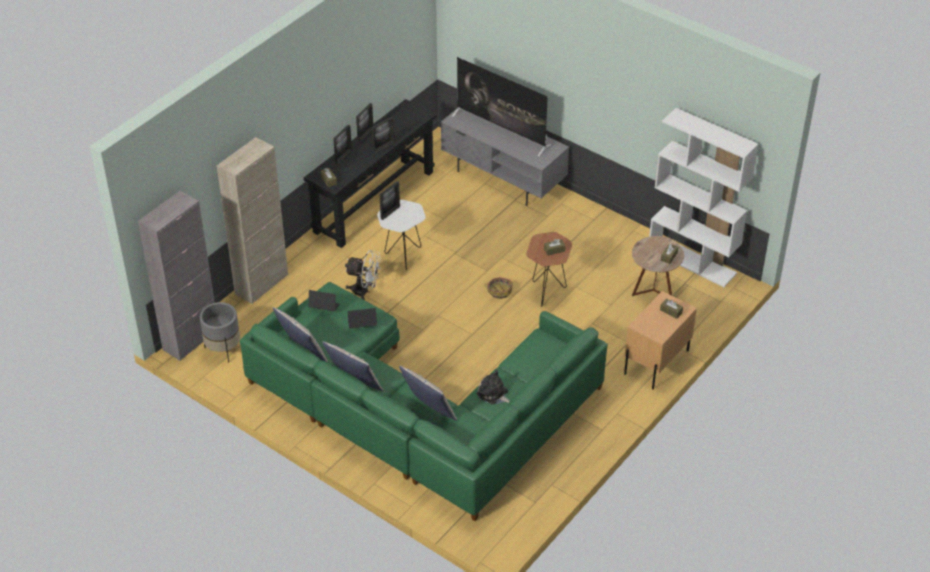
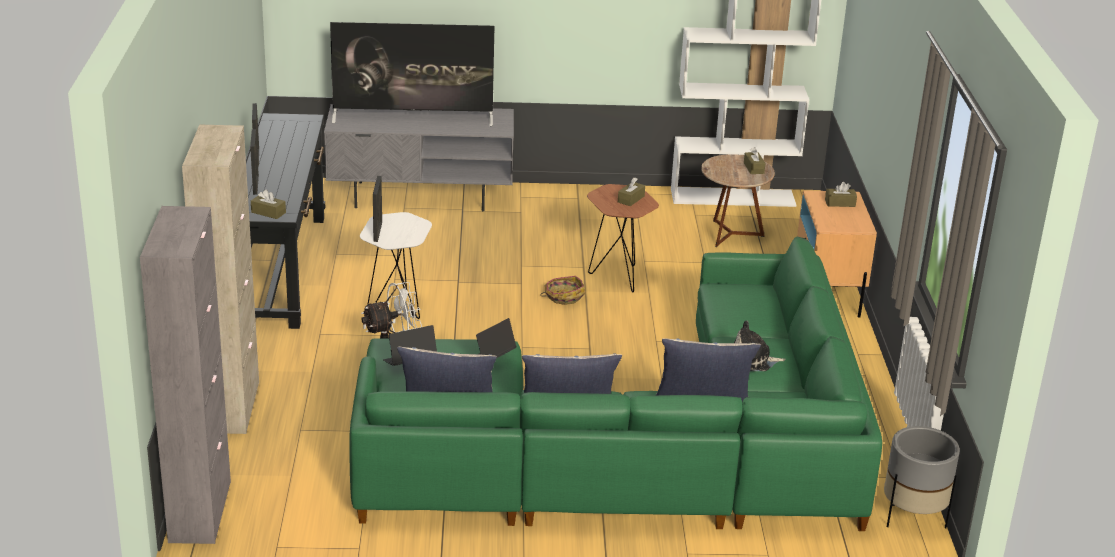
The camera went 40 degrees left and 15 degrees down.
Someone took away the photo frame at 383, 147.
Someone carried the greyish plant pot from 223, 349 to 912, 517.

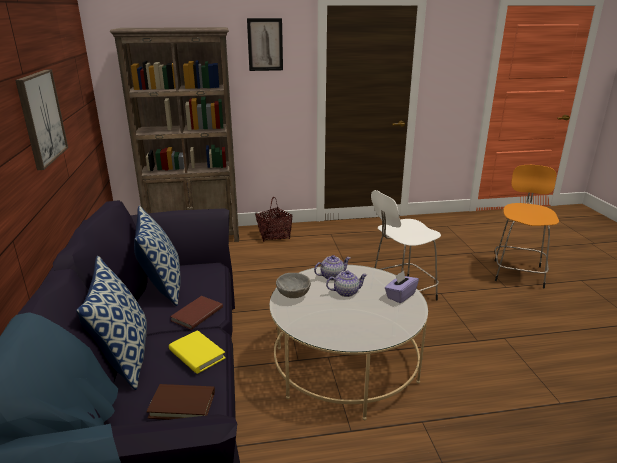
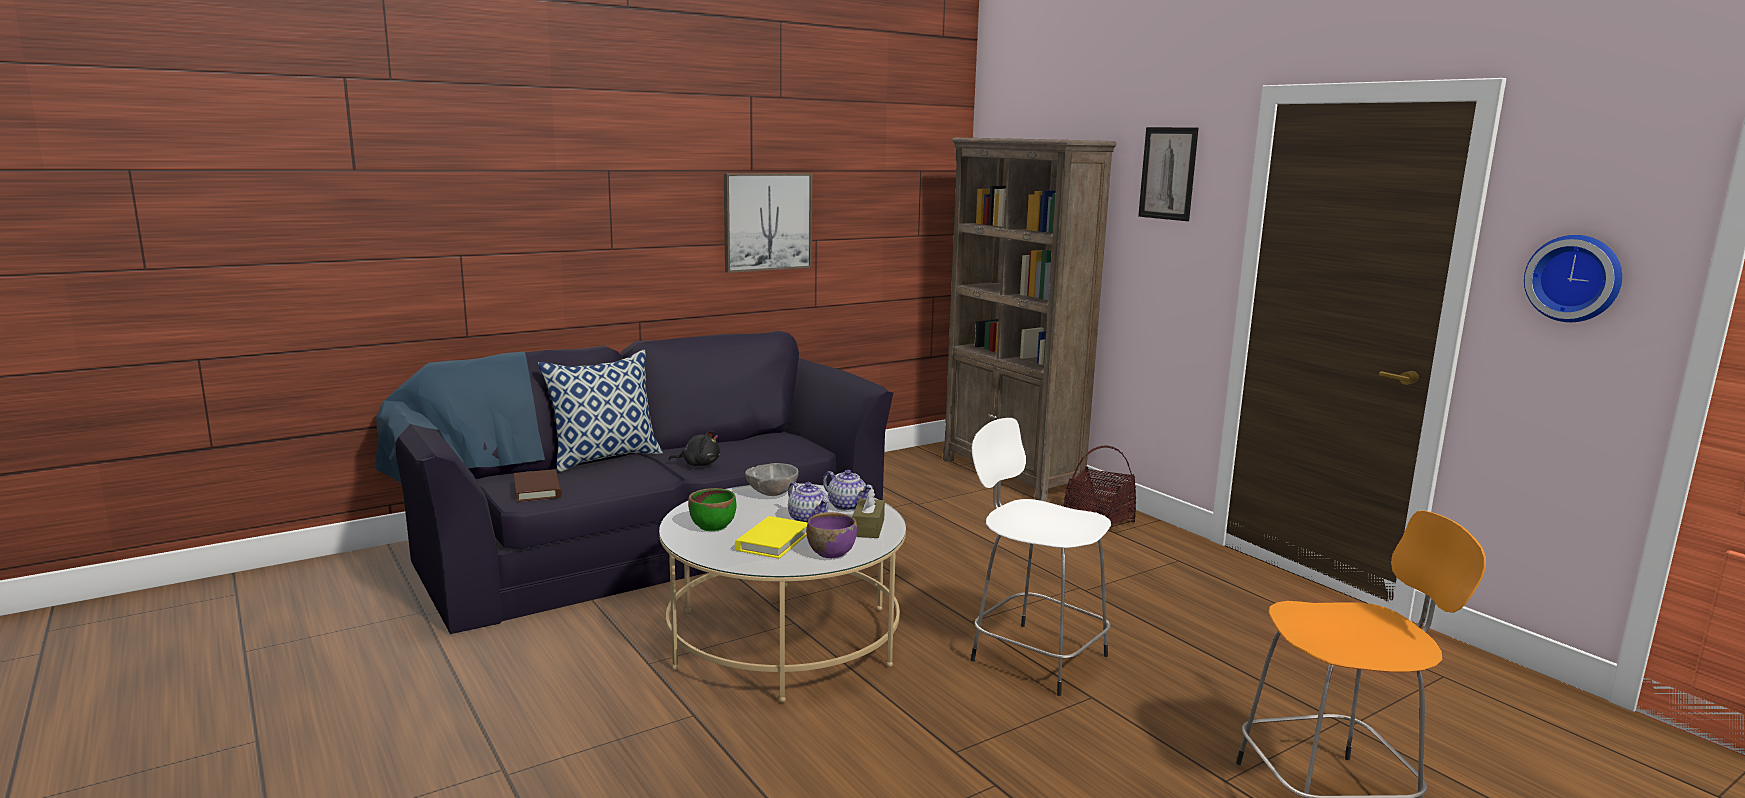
The camera went 65 degrees right and 10 degrees down.
Someone took away the pillow at 162, 286.
Someone swapped the purple-coloured box of tissues at 400, 295 for the purple-coloured serving bowl at 830, 552.
Someone swapped the brownish volume at 196, 314 for the blackish cuddly toy at 699, 464.
Someone carried the yellow-coloured volume from 197, 354 to 772, 541.
Someone put up the wall clock at 1575, 278.
Someone put down the greenish serving bowl at 713, 526.
Someone put down the brownish box of tissues at 868, 528.

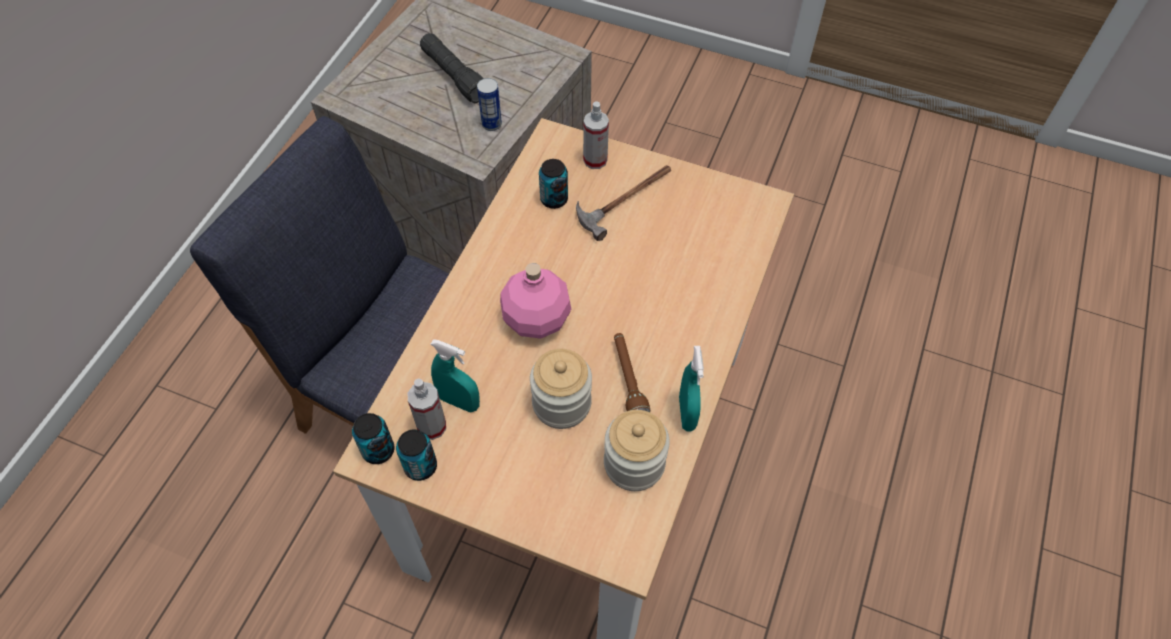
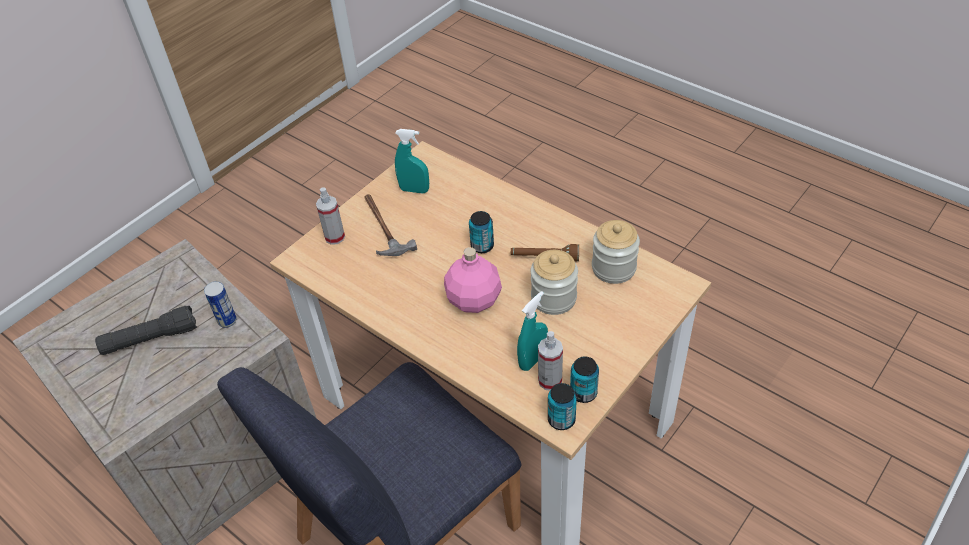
The camera went 70 degrees left and 10 degrees down.
Someone carried the can from 554, 199 to 482, 246.
Someone carried the blue-green sprayer from 687, 413 to 414, 190.

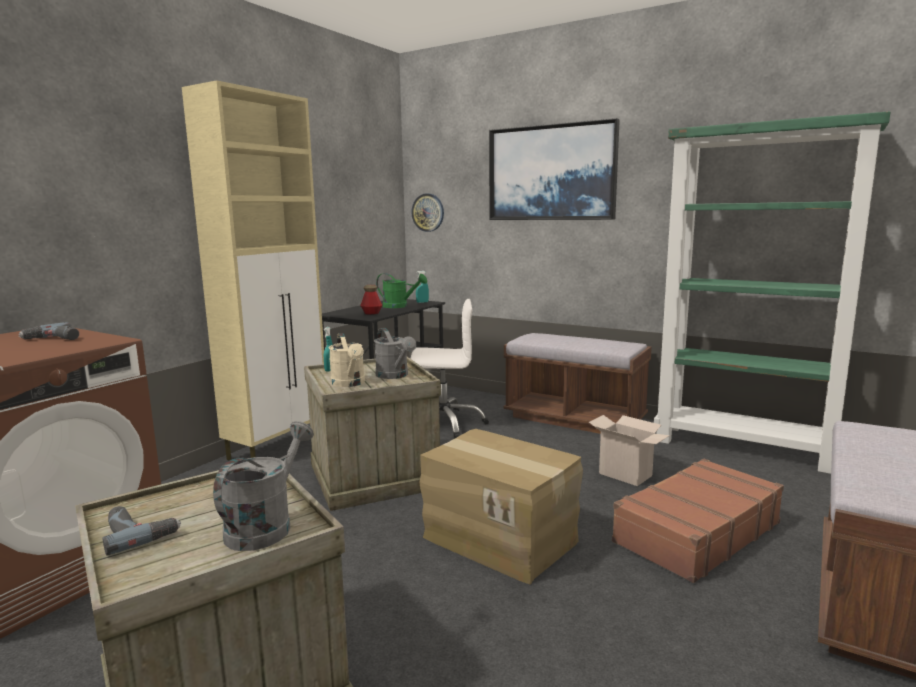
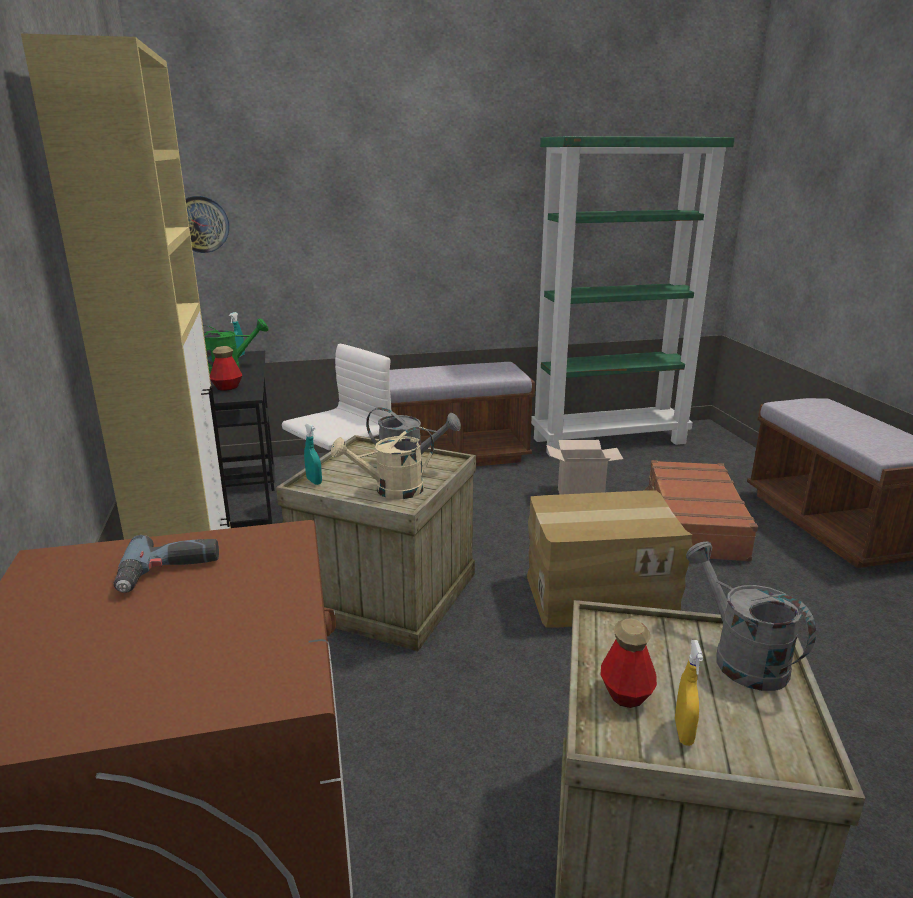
The camera went 45 degrees left and 10 degrees up.
Someone took away the wall picture at 551, 173.
Someone rotated the beige watering can at 349, 384 by 135 degrees clockwise.
Someone swapped the drill at 139, 532 for the yellow-coloured sprayer at 683, 732.
Someone put down the bottle at 626, 694.

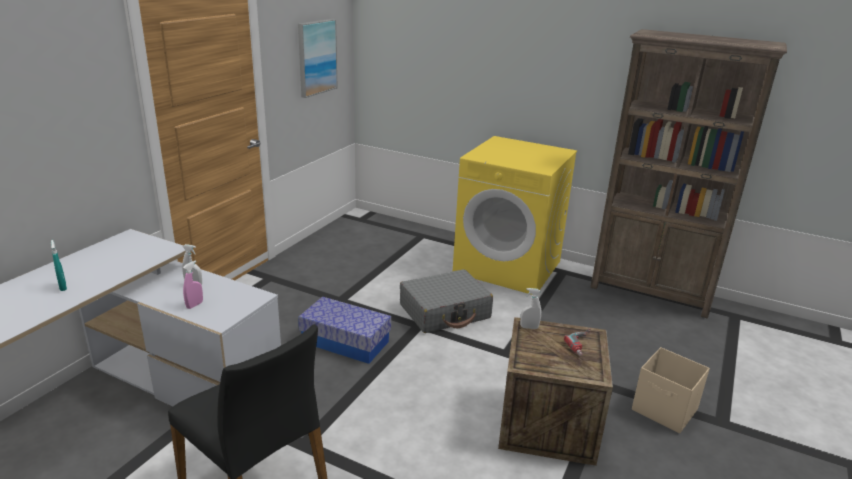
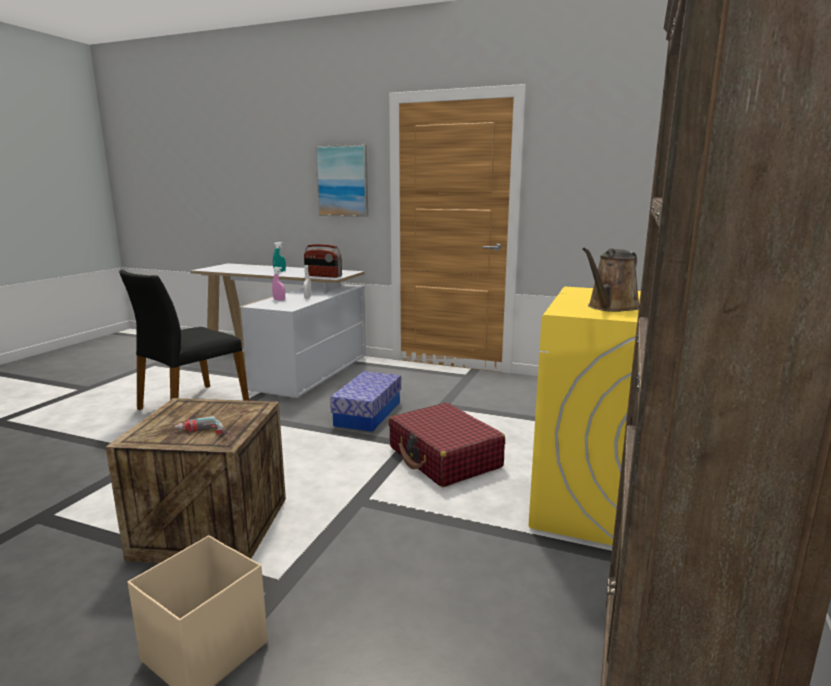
The camera went 85 degrees right and 10 degrees down.
Someone carried the wall picture from 316, 57 to 343, 181.
Someone repainted the greyish travel case at 445, 312, which became the red-coloured travel case at 444, 457.
Someone took away the whitish sprayer at 529, 327.
Someone put down the radio receiver at 323, 276.
Someone put down the brownish watering can at 611, 307.

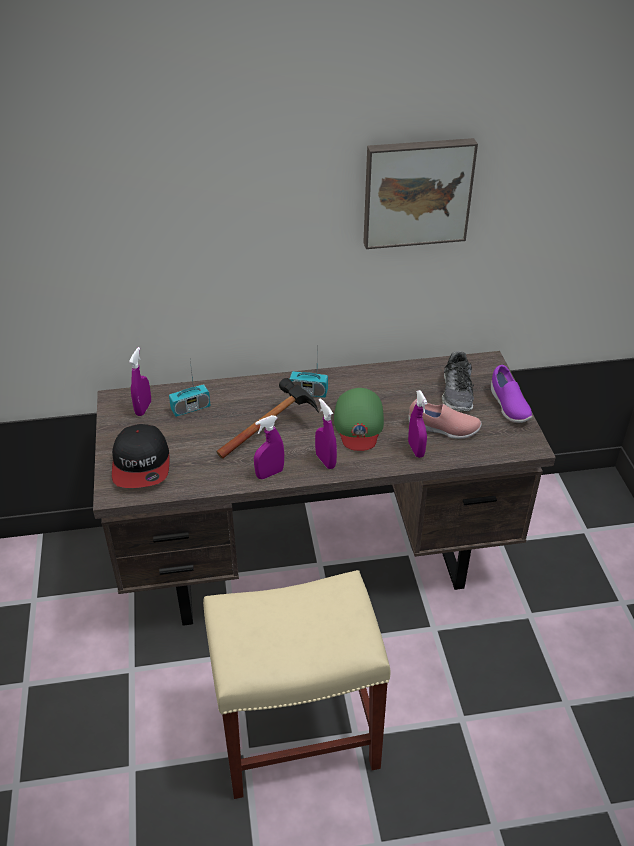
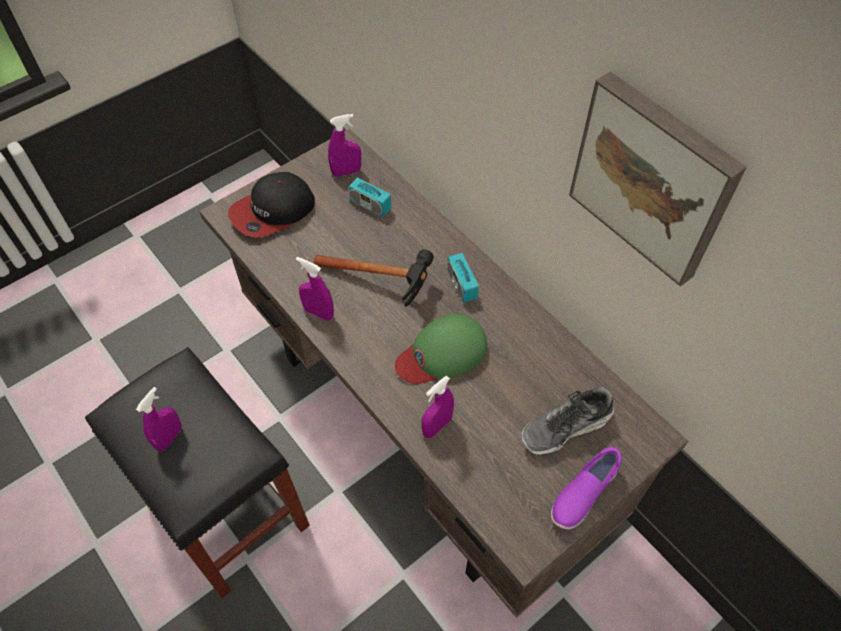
The camera went 60 degrees right and 15 degrees up.
Someone carried the purple-coloured sprayer from 325, 461 to 169, 438.
Someone took away the pink-coloured low shoe at 443, 429.
Someone repainted the beige sitting stool at 295, 734, which became the blackish sitting stool at 224, 507.

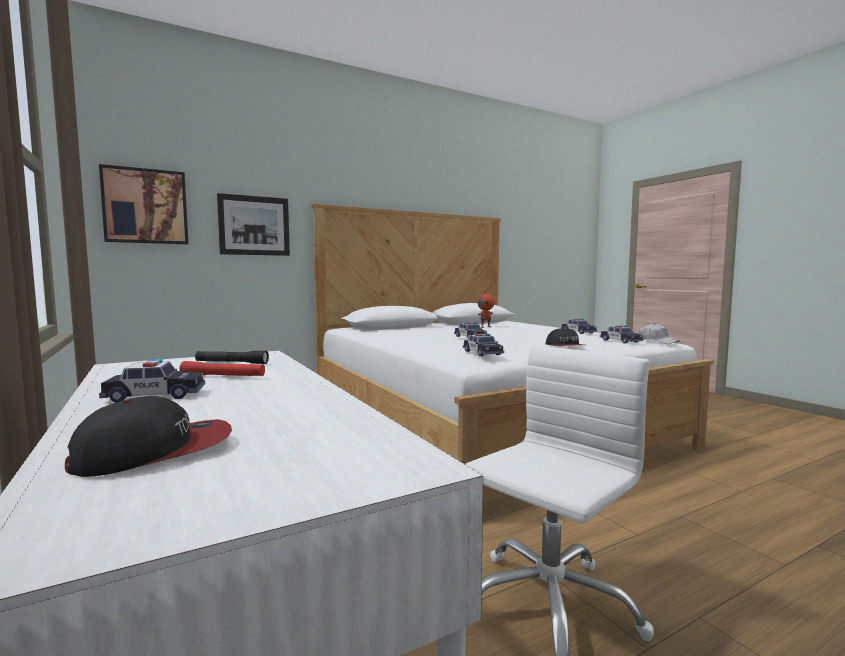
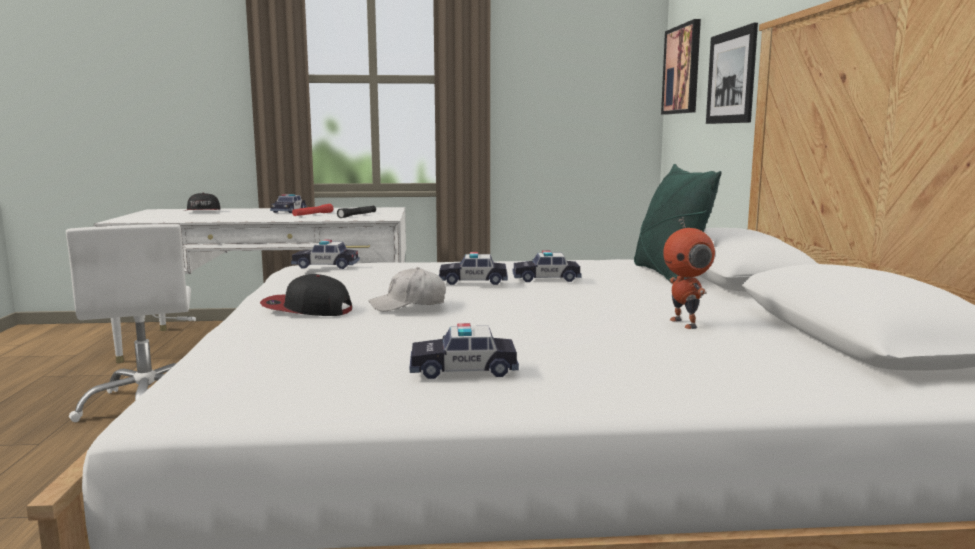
The camera went 115 degrees right and 5 degrees up.
Someone carried the whitish baseball cap from 657, 341 to 408, 305.
Someone carried the model car from 620, 341 to 546, 278.
Someone put down the greenish pillow at 667, 275.

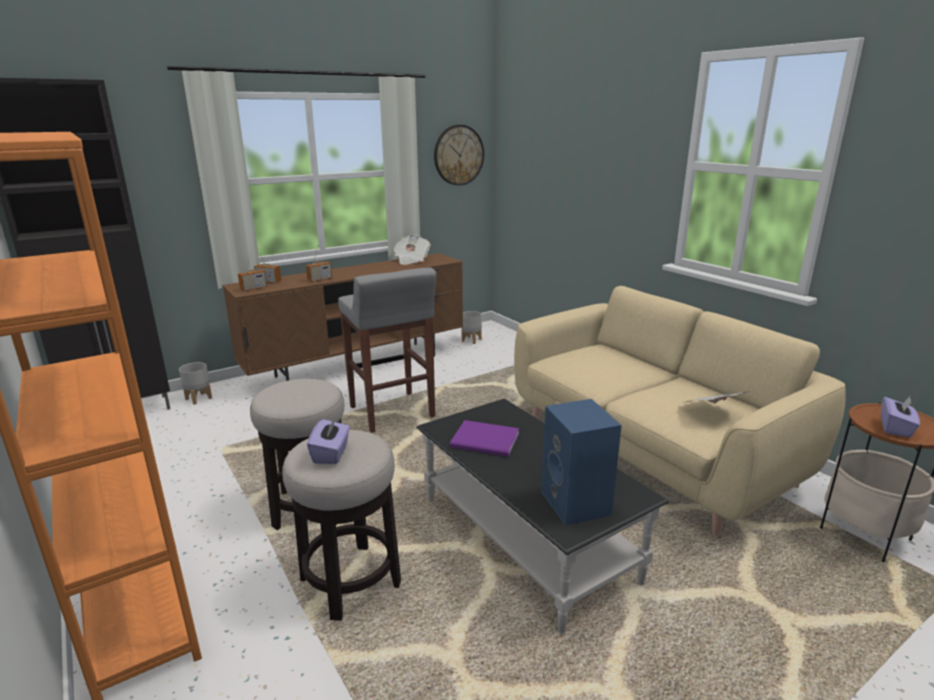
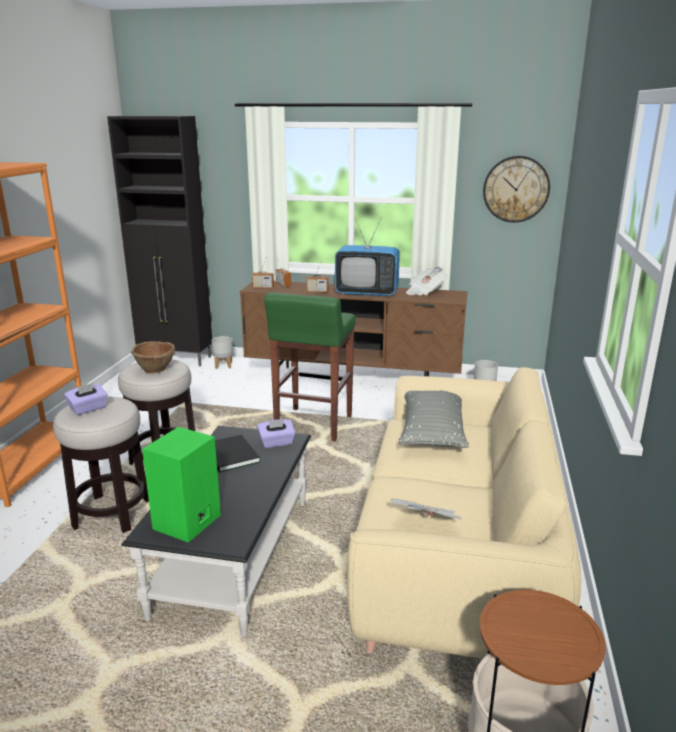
The camera went 45 degrees right and 0 degrees up.
Someone repainted the greyish sitting stool at 392, 412, which became the greenish sitting stool at 313, 425.
Someone carried the purple-coloured box of tissues from 895, 428 to 276, 443.
Someone repainted the blue speaker at 577, 504, which became the greenish speaker at 187, 523.
Someone repainted the purple-coloured volume at 486, 441, which became the blackish volume at 229, 456.
Someone put down the TV set at 367, 293.
Someone put down the brownish serving bowl at 156, 369.
Someone put down the greyish pillow at 432, 432.

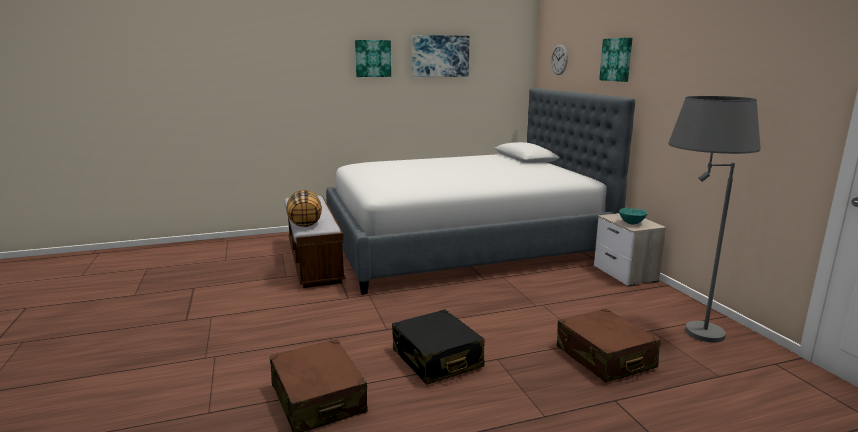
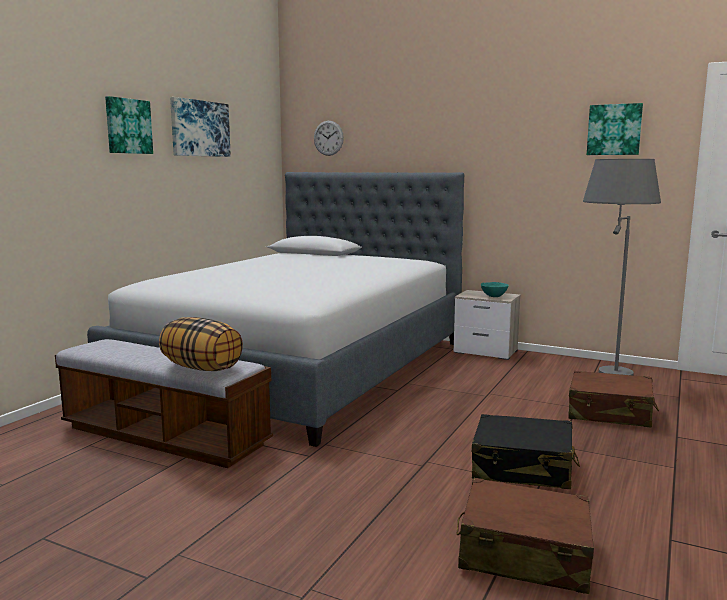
The camera went 45 degrees left and 5 degrees down.
Someone carried the wall picture from 617, 59 to 614, 130.

